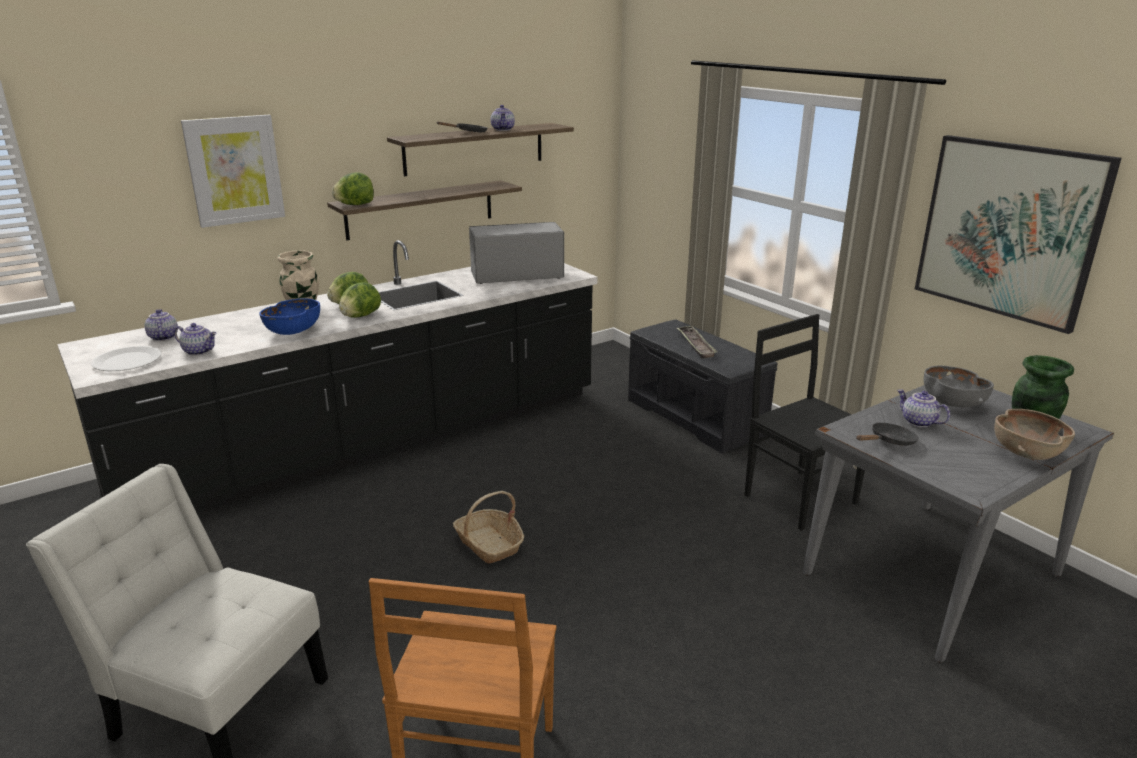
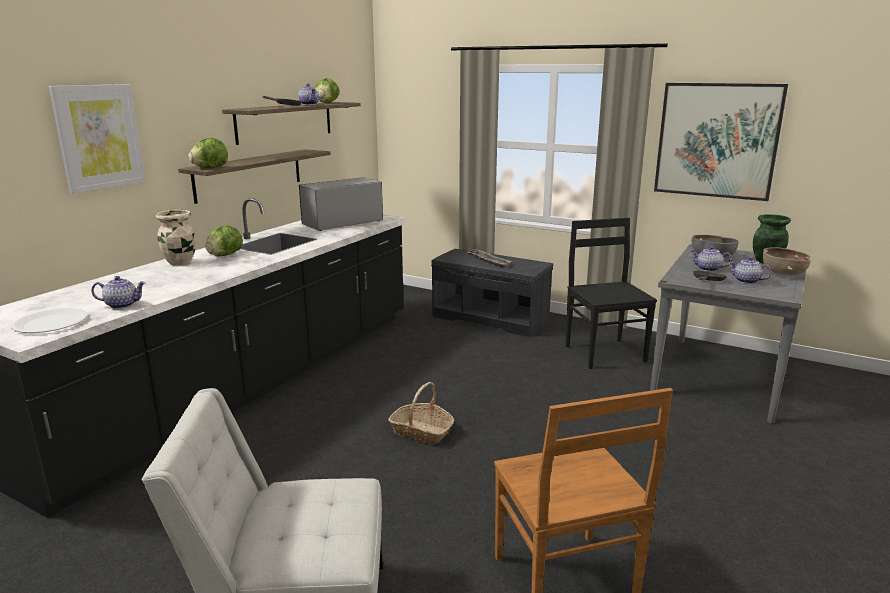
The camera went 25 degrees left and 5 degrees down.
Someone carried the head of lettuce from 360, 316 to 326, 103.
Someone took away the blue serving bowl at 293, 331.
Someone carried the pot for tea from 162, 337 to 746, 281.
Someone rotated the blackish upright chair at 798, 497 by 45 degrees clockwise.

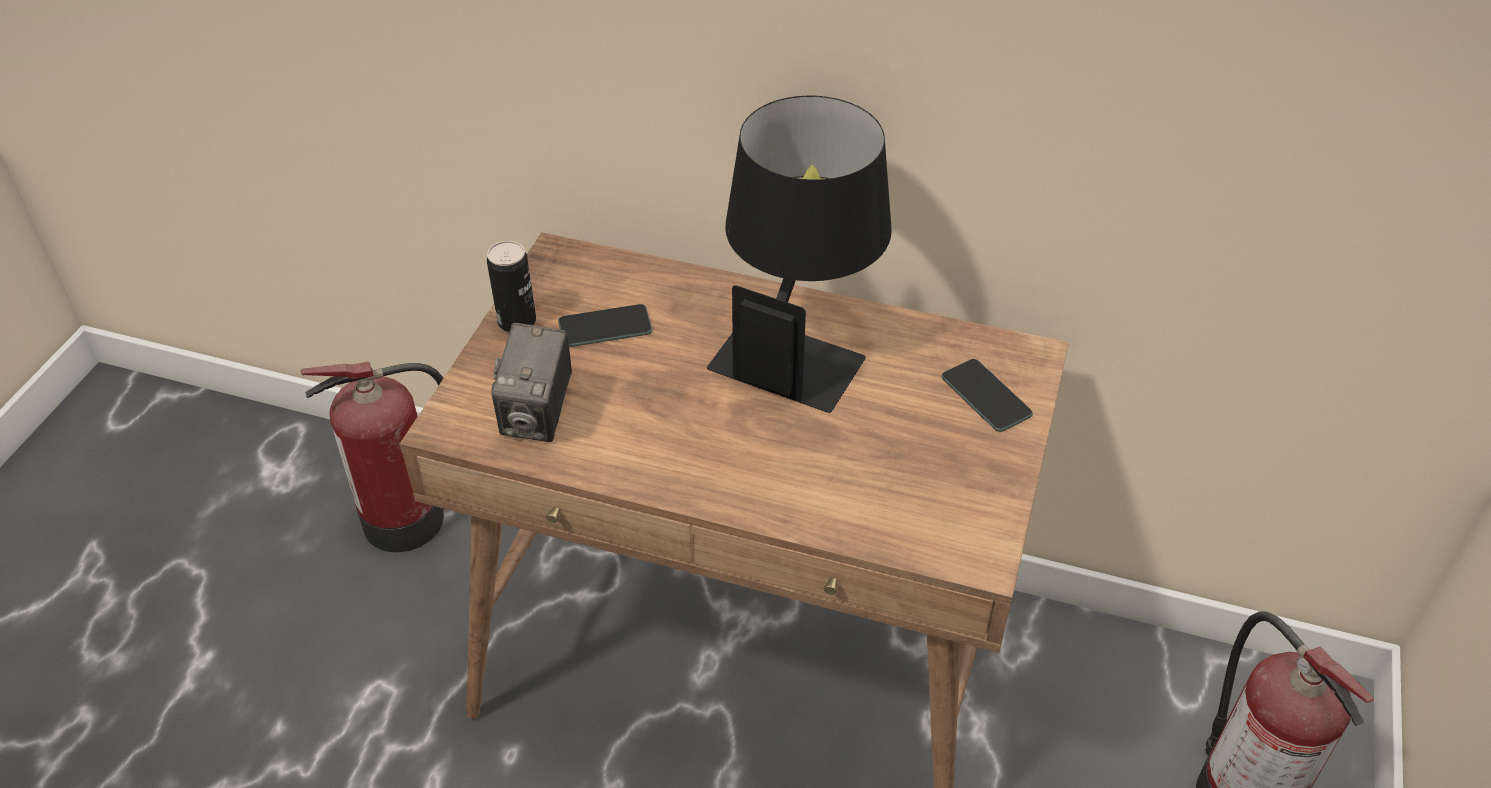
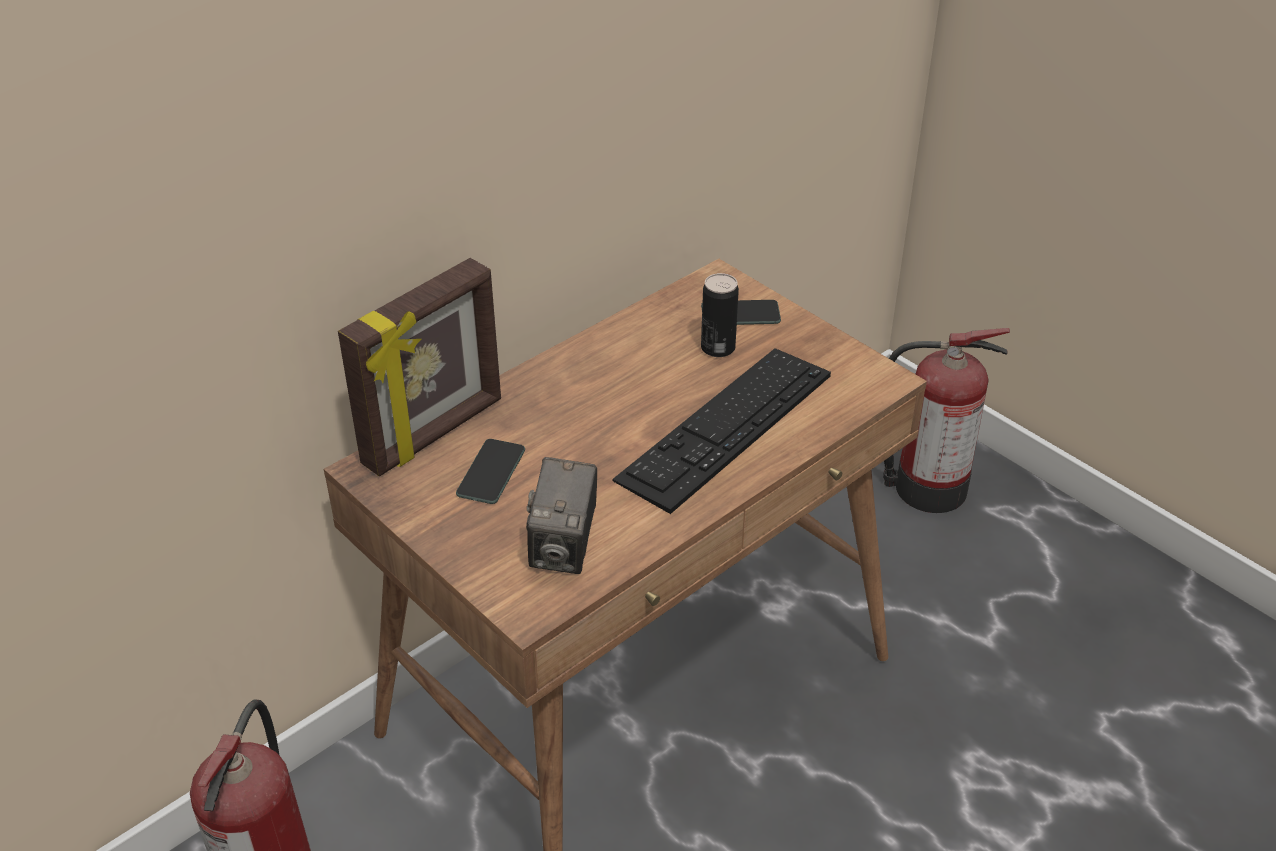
The camera went 60 degrees left and 5 degrees down.
Someone took away the blackish table lamp at 798, 343.
Someone carried the can from 517, 321 to 718, 348.
Someone rotated the photo camera at 538, 415 by 60 degrees clockwise.
Someone put down the photo frame at 435, 433.
Someone put down the keyboard at 726, 426.

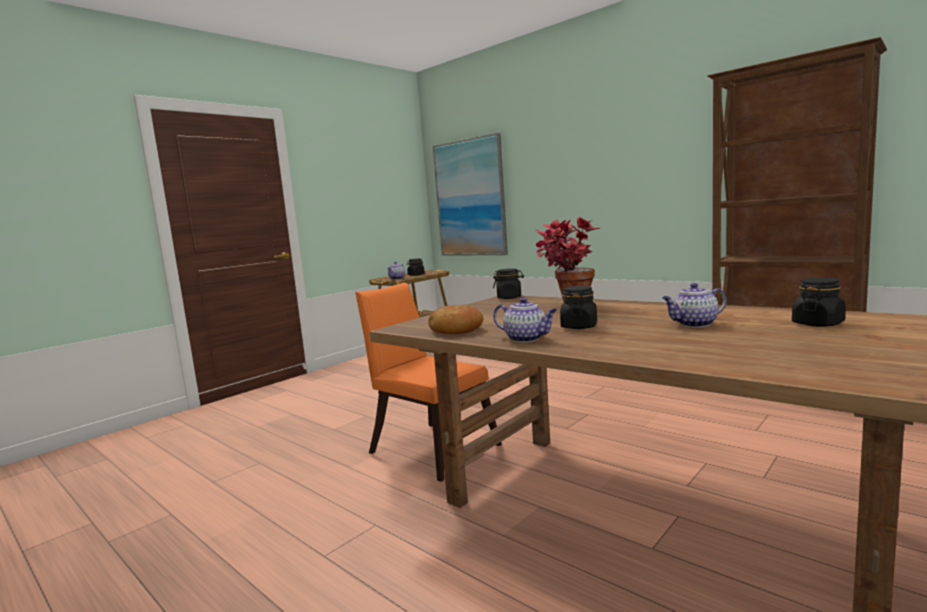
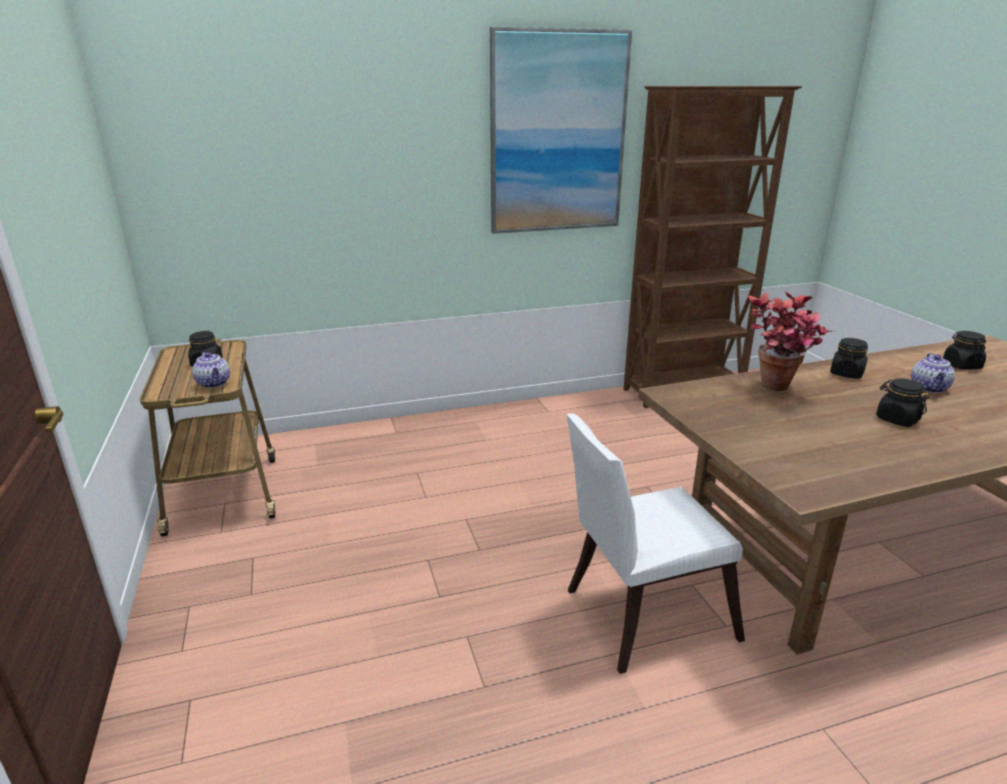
The camera went 60 degrees left and 15 degrees up.
Someone carried the wall picture from 470, 198 to 558, 134.
Someone carried the blackish jar from 509, 297 to 846, 373.
Someone repainted the orange-coloured upright chair at 430, 447, which became the whitish upright chair at 639, 615.
Someone took away the pot for tea at 526, 339.
Someone took away the bread at 456, 330.

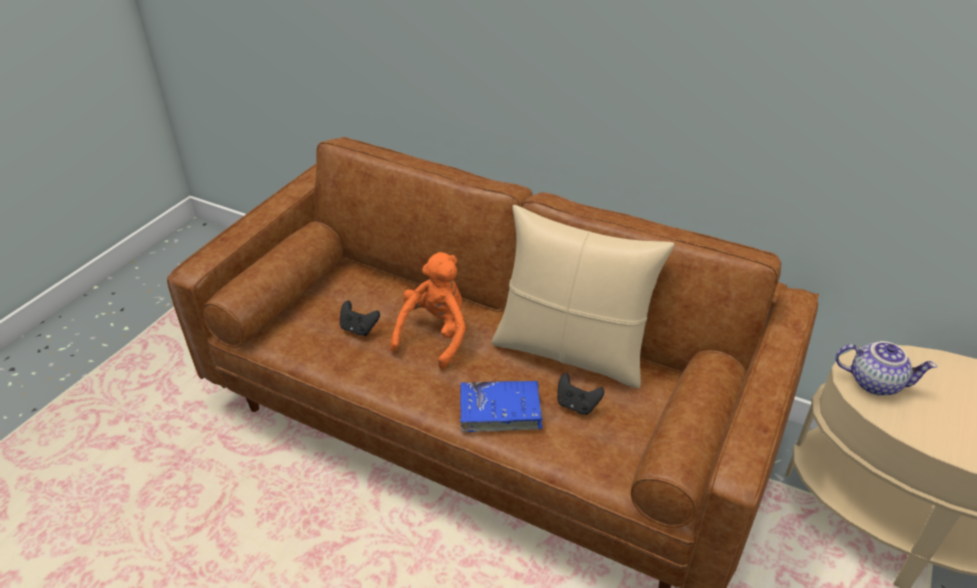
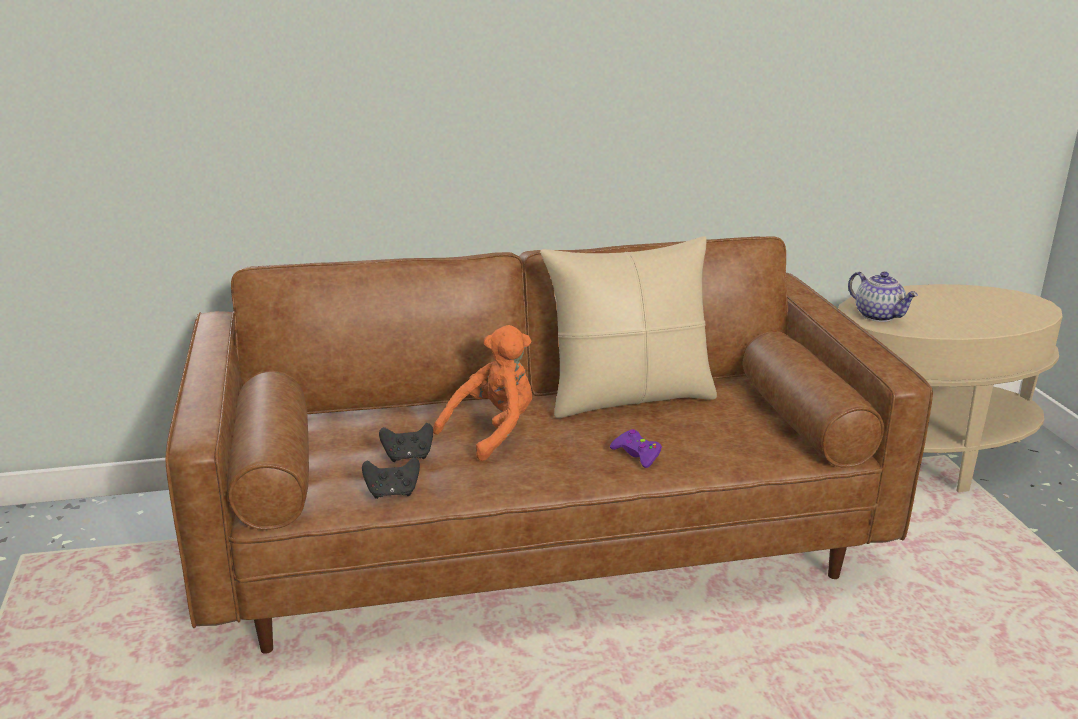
The camera went 40 degrees left and 15 degrees down.
Someone rotated the orange-coloured cuddly toy at 435, 335 by 60 degrees clockwise.
Someone rotated the pot for tea at 875, 382 by 75 degrees clockwise.
Someone carried the blackish joypad from 576, 405 to 392, 493.
Someone swapped the blue volume at 500, 411 for the purple-coloured joypad at 637, 454.

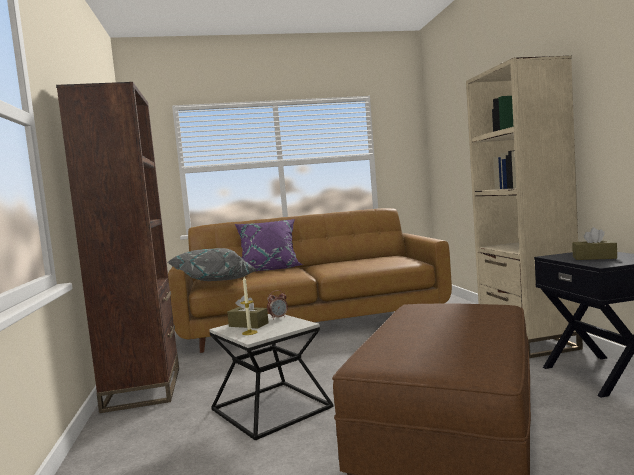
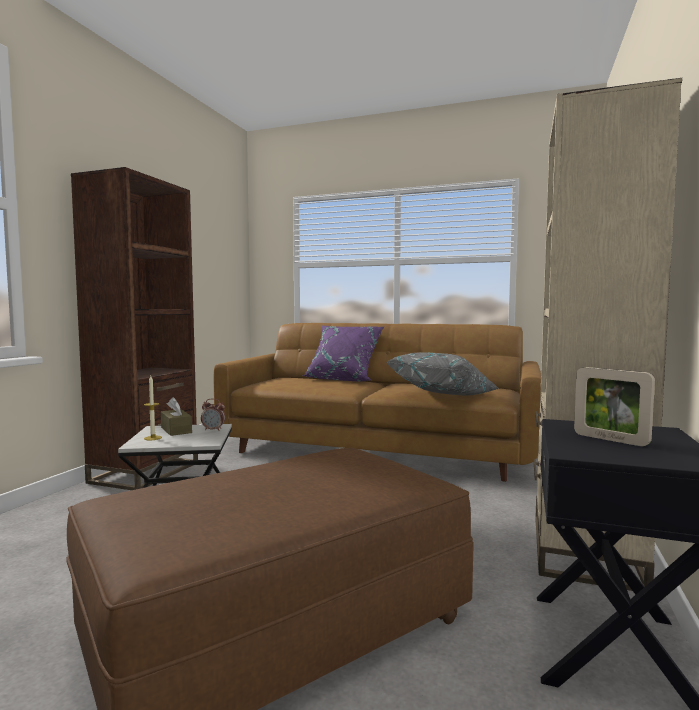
The camera went 30 degrees right and 0 degrees up.
Someone swapped the brownish box of tissues at 594, 258 for the photo frame at 610, 439.
Someone carried the greyish pillow from 217, 282 to 443, 395.

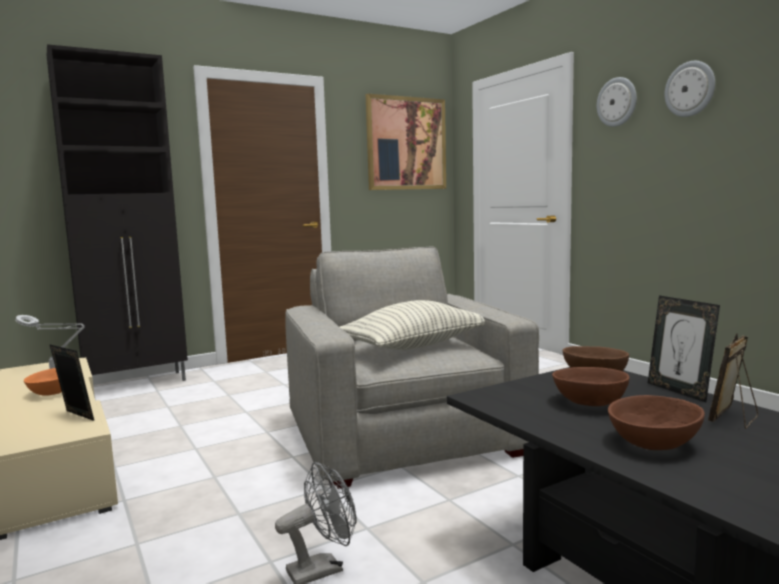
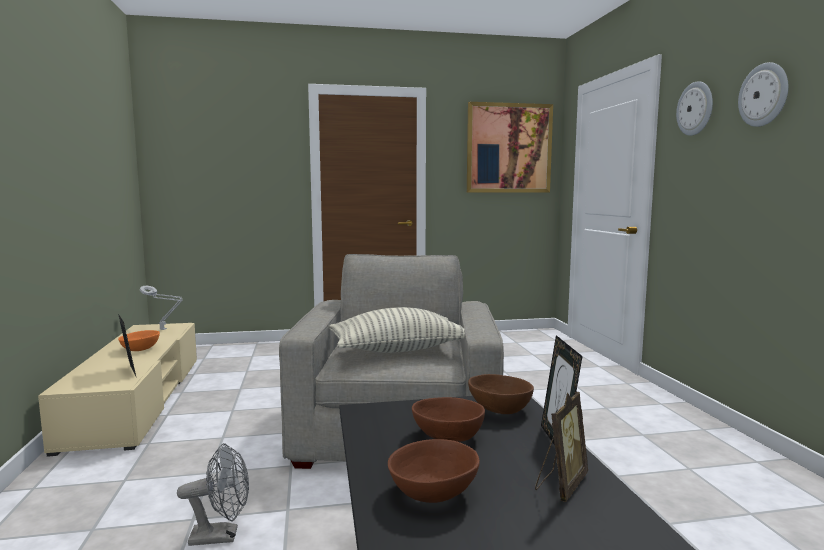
The camera went 20 degrees right and 0 degrees up.
Someone took away the blackish cupboard at 138, 383.
Someone rotated the photo frame at 734, 419 by 150 degrees clockwise.

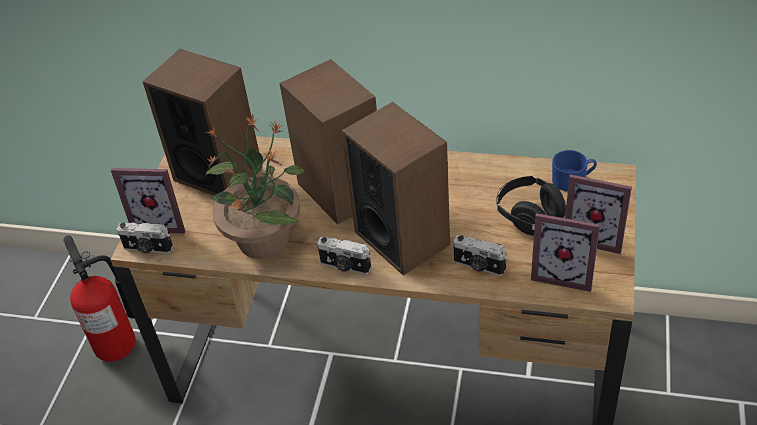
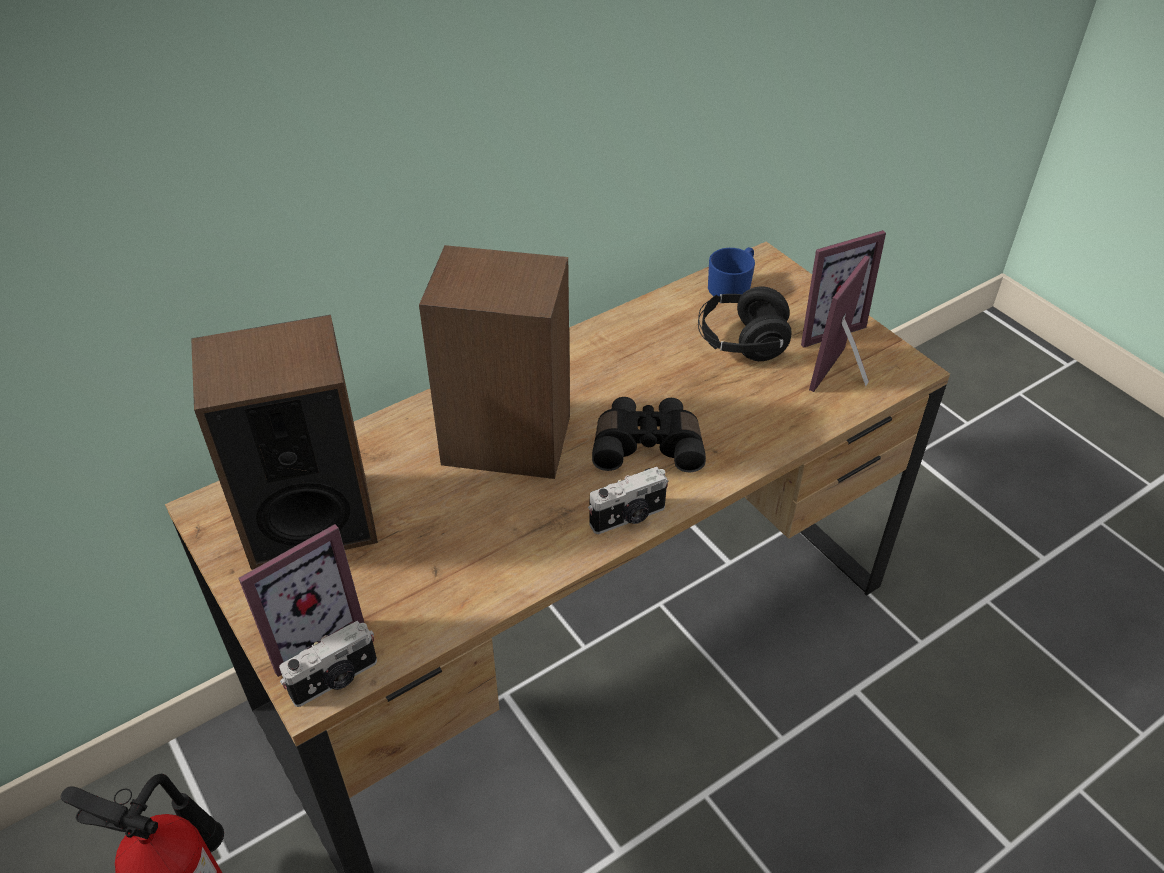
The camera went 50 degrees left and 0 degrees up.
Someone swapped the speaker at 402, 238 for the blackish binoculars at 647, 445.
Someone took away the houseplant at 264, 239.
Someone rotated the photo frame at 563, 273 by 150 degrees clockwise.
Someone took away the photo camera at 479, 266.

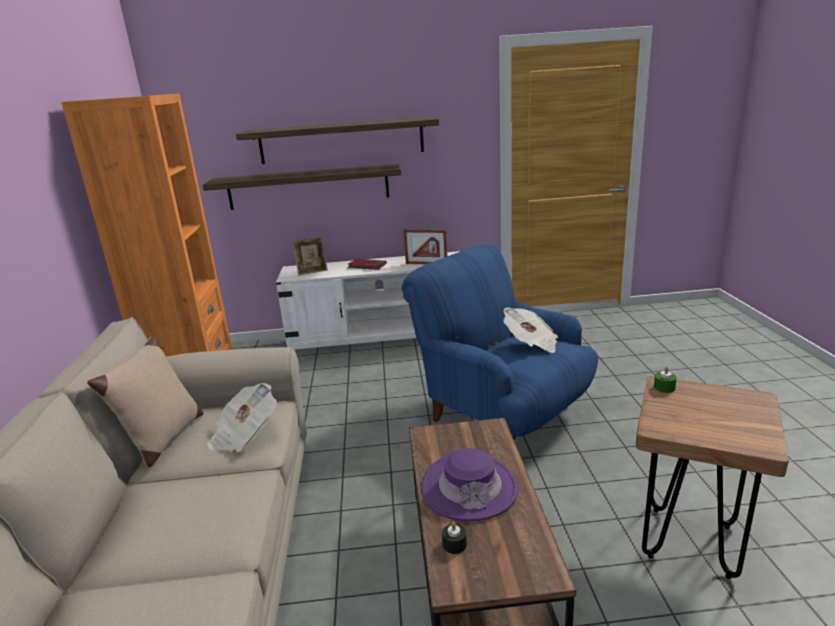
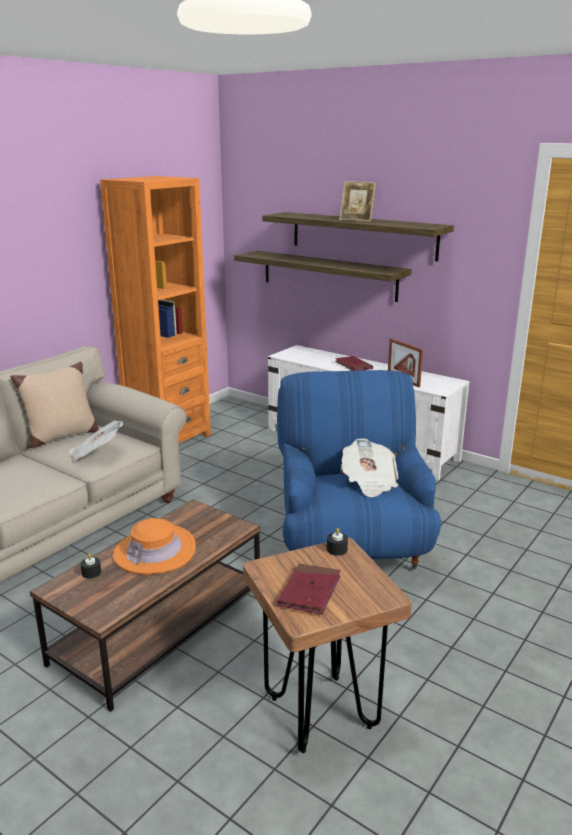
The camera went 40 degrees right and 0 degrees up.
Someone carried the photo frame from 312, 271 to 356, 220.
Someone repainted the greenish wax candle at 664, 387, which became the blackish wax candle at 337, 549.
Someone repainted the purple-coloured hat at 469, 488, which became the orange-coloured hat at 154, 551.
Someone put down the red-coloured volume at 310, 591.

